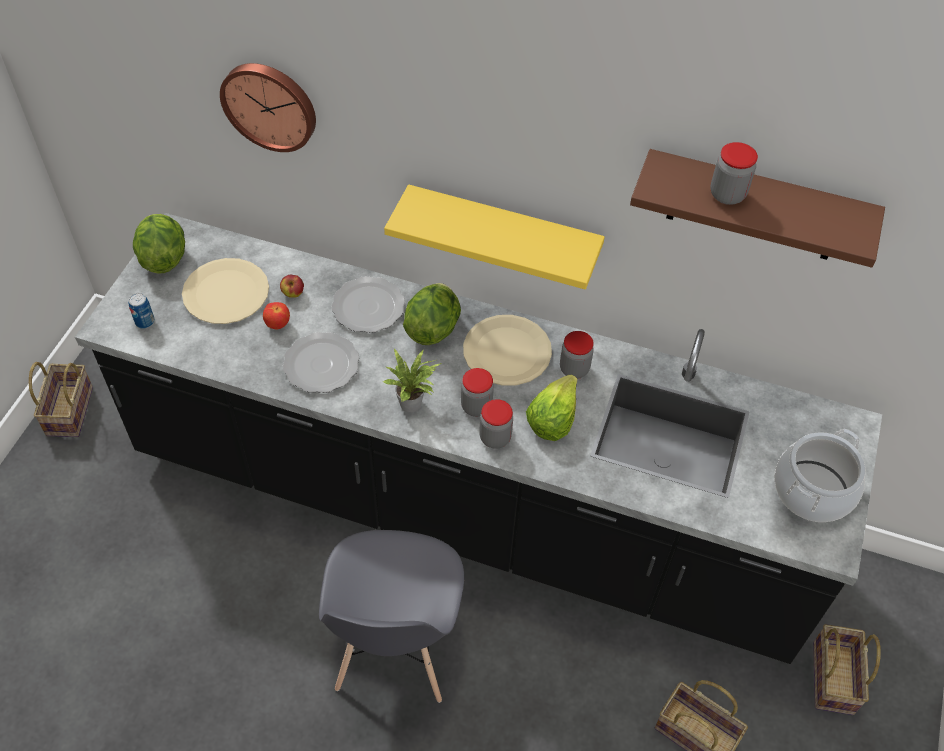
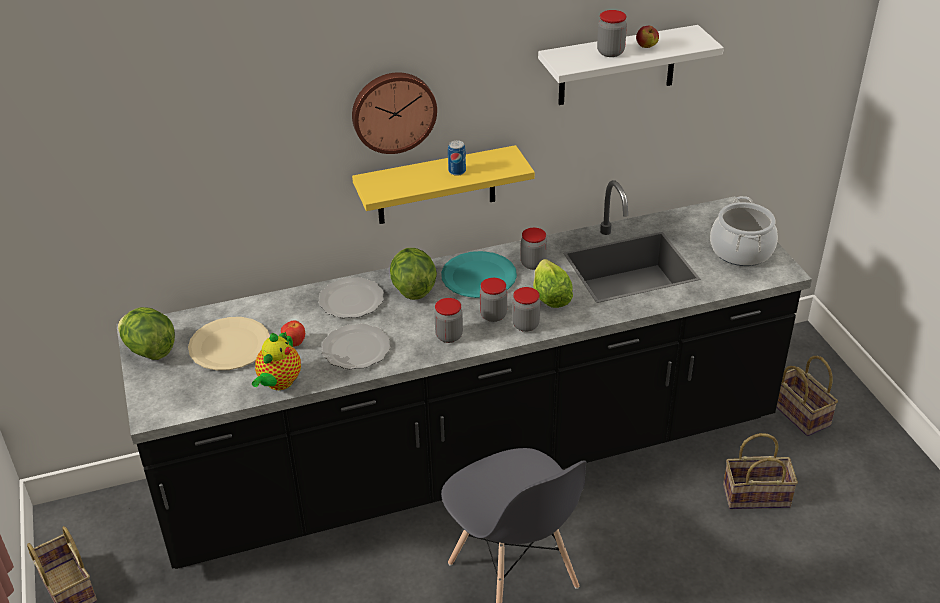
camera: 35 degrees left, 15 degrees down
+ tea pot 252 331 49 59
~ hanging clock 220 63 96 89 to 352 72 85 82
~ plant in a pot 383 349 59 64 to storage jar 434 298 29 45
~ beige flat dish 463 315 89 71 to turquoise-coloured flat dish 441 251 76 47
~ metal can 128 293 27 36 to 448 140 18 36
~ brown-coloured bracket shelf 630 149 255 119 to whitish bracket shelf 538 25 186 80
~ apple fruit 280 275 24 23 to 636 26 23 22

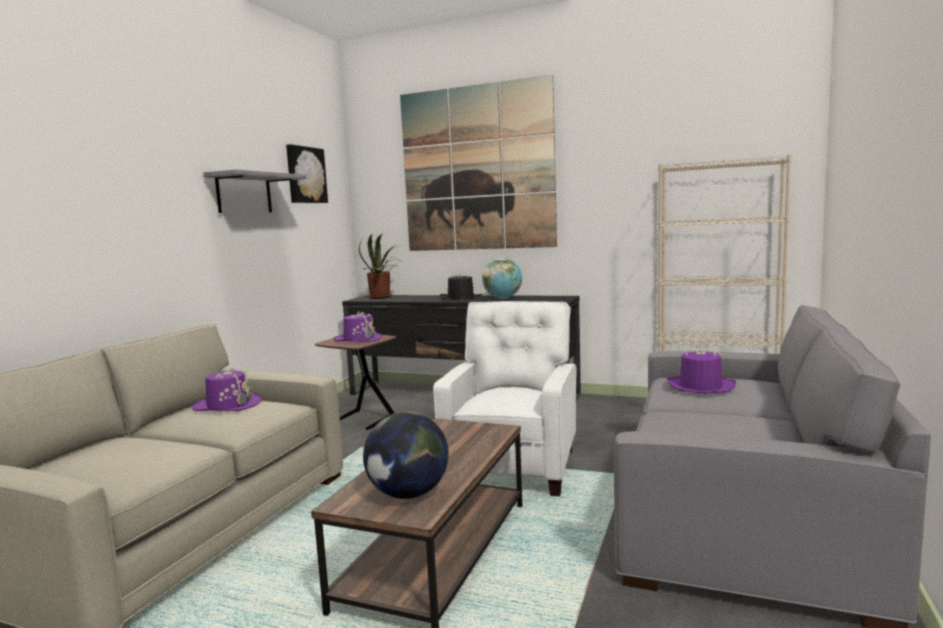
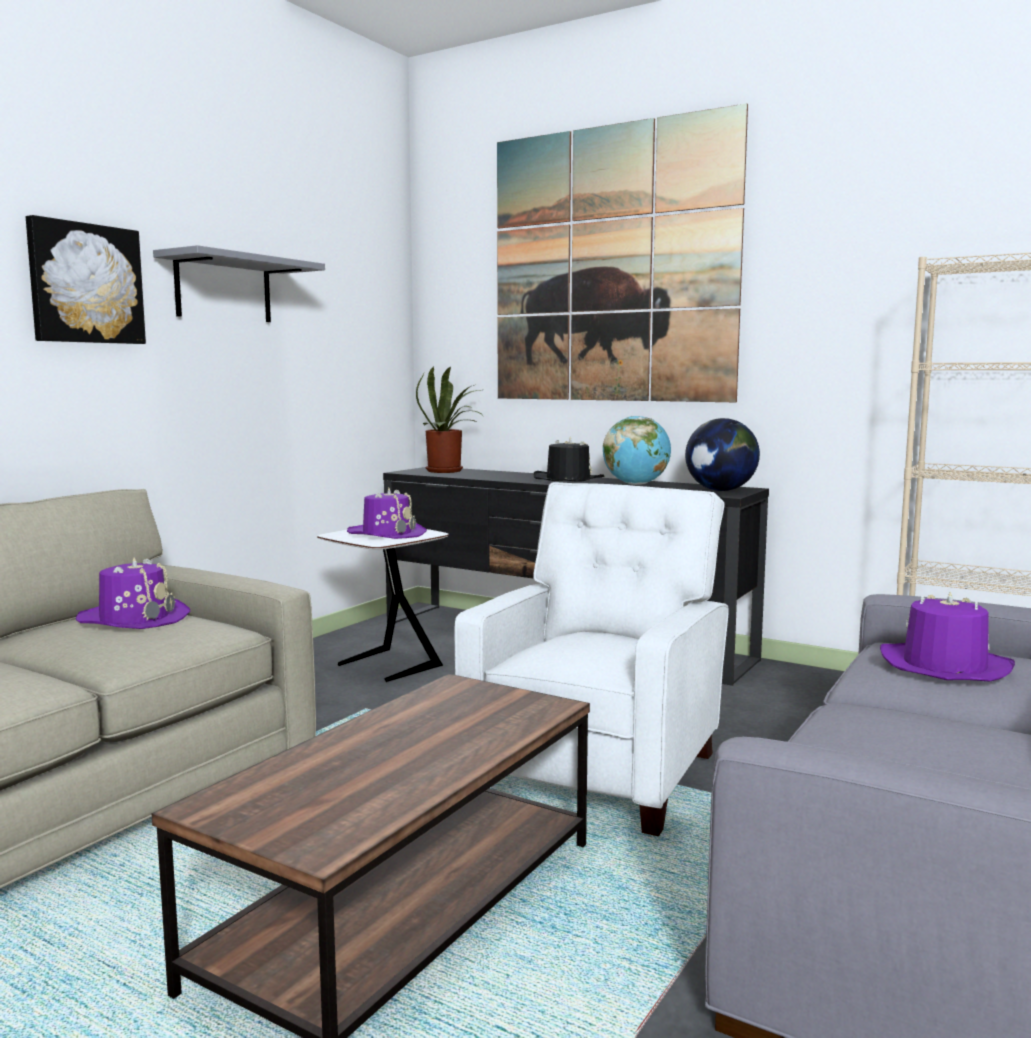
camera: 10 degrees right, 0 degrees up
~ wall picture 286 144 42 59 to 26 215 120 129
~ brown-coloured side table 315 335 81 95 to whitish side table 317 529 132 153
~ world globe 363 412 86 87 to 685 418 75 73

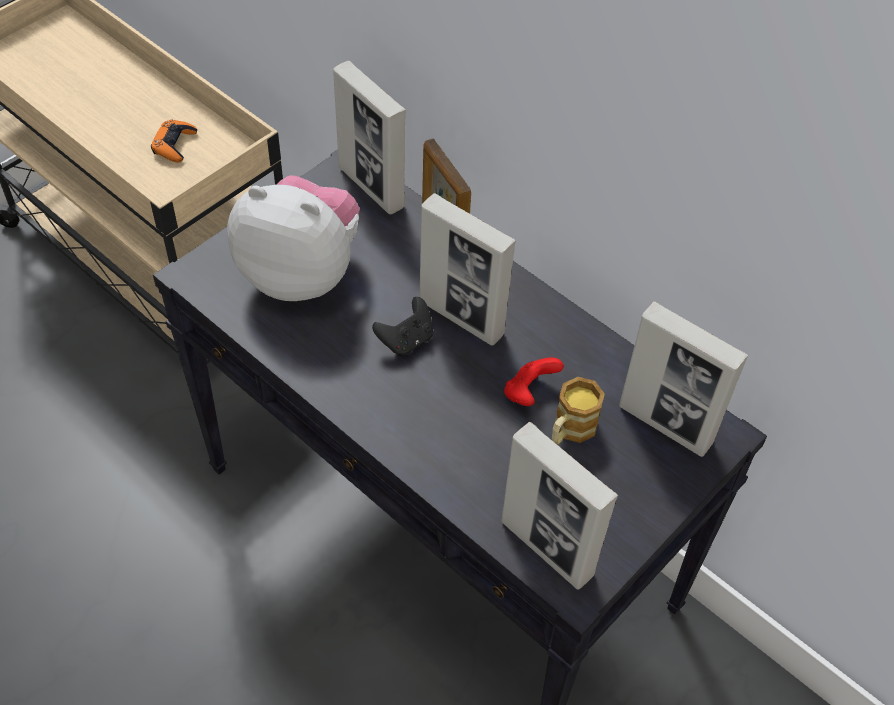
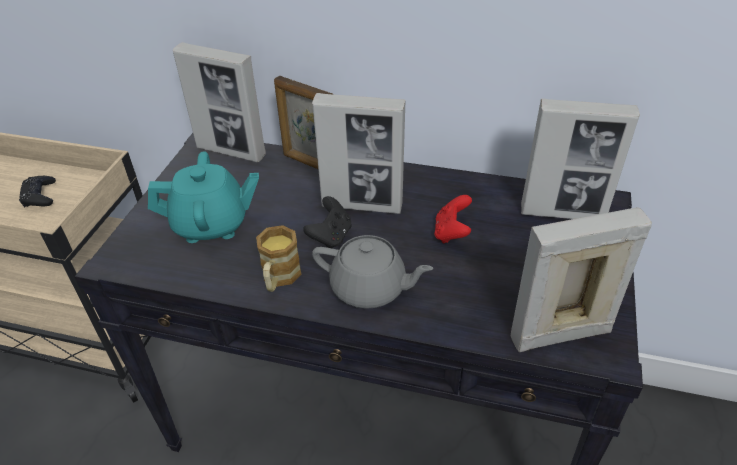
camera: 25 degrees left, 10 degrees down
~ orange joypad 151 119 46 43 to blackish joypad 19 176 37 31
~ soft toy 227 175 133 126 to turquoise-coloured tea pot 148 151 111 92
~ mug 552 377 53 68 to 256 225 46 67
+ gray tea pot 312 235 121 74
~ standing frame 501 422 117 168 = 511 207 141 145 150 degrees clockwise

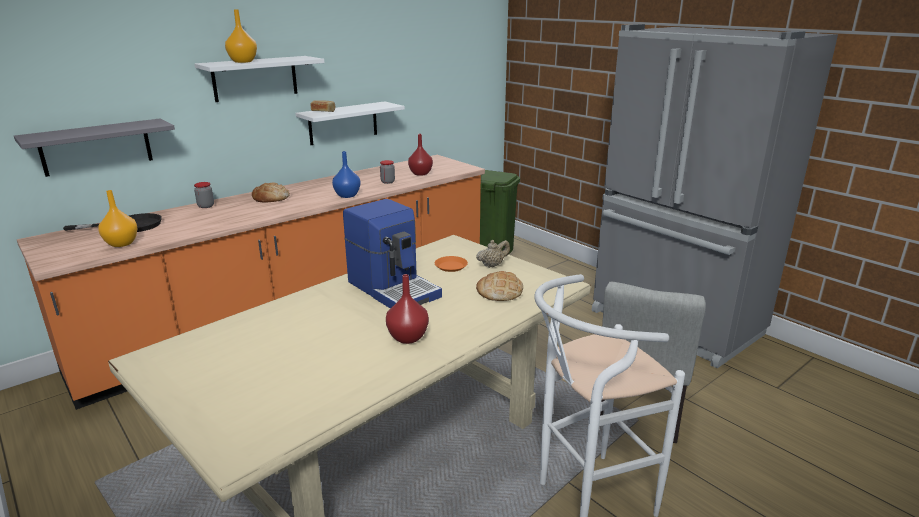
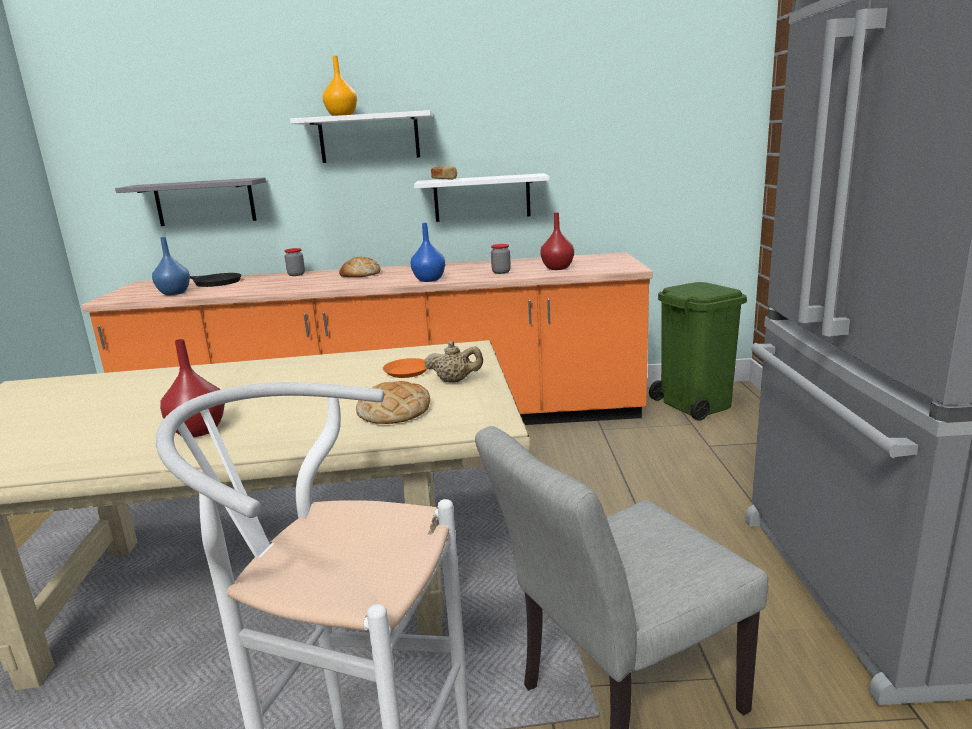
camera: 40 degrees right, 5 degrees down
~ orange flower vase 98 190 40 57 to bluish flower vase 152 237 38 58
- coffee brewer 343 199 99 109

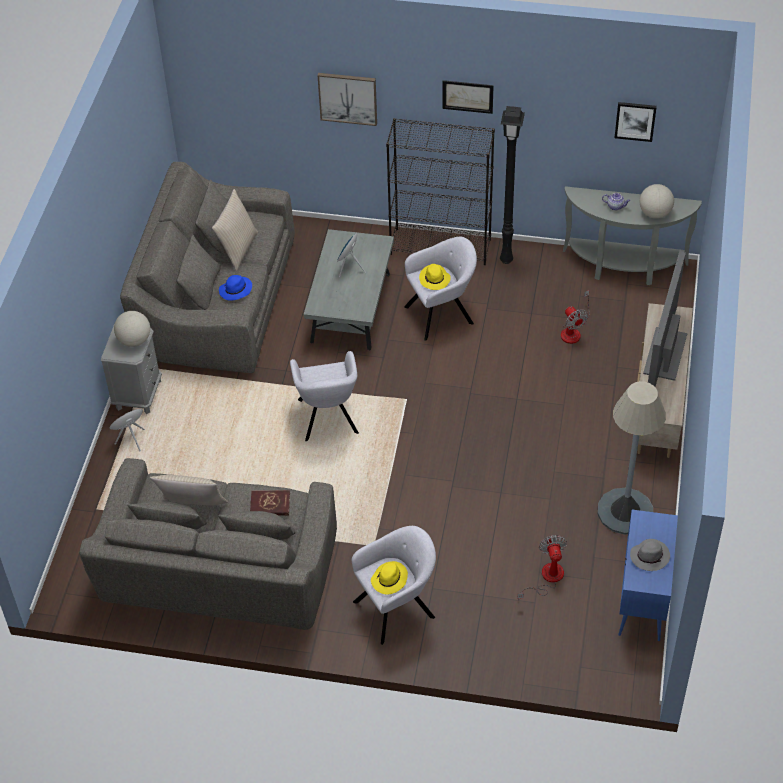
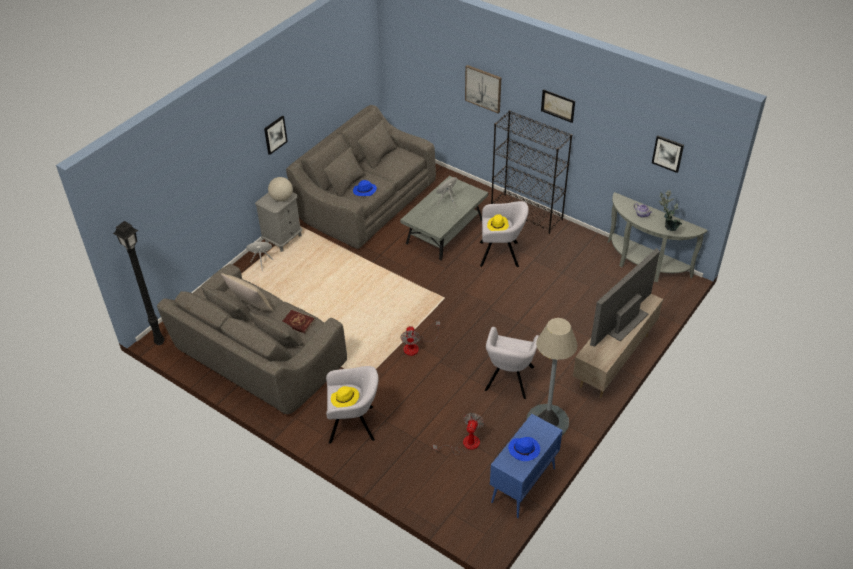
camera: 25 degrees right, 5 degrees down
~ blackish floor lamp 500 106 25 158 to 113 221 52 124
+ wall picture 264 116 24 39
~ fan 561 290 29 54 to 401 321 39 35
~ gray lounge chair 290 351 69 90 to 485 327 54 72
~ gray hat 630 539 40 32 to bluish hat 508 437 32 24
~ world globe 640 184 34 35 to plant in a pot 659 190 23 41
- beige cushion 212 189 46 82

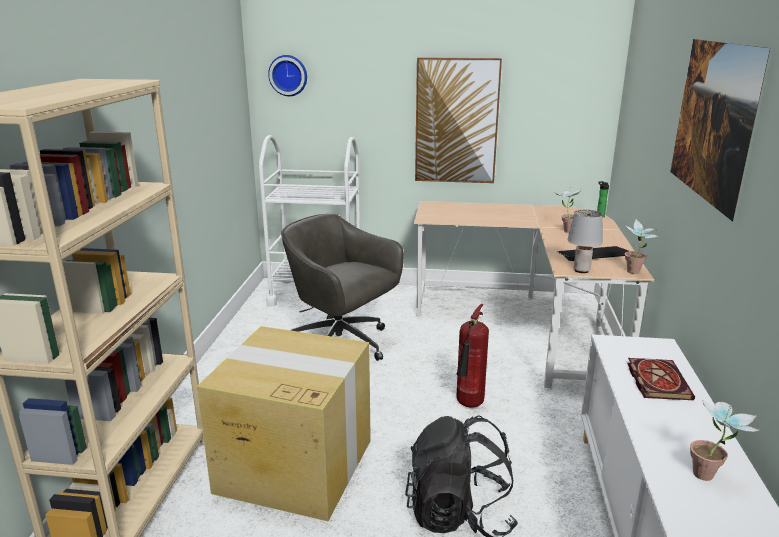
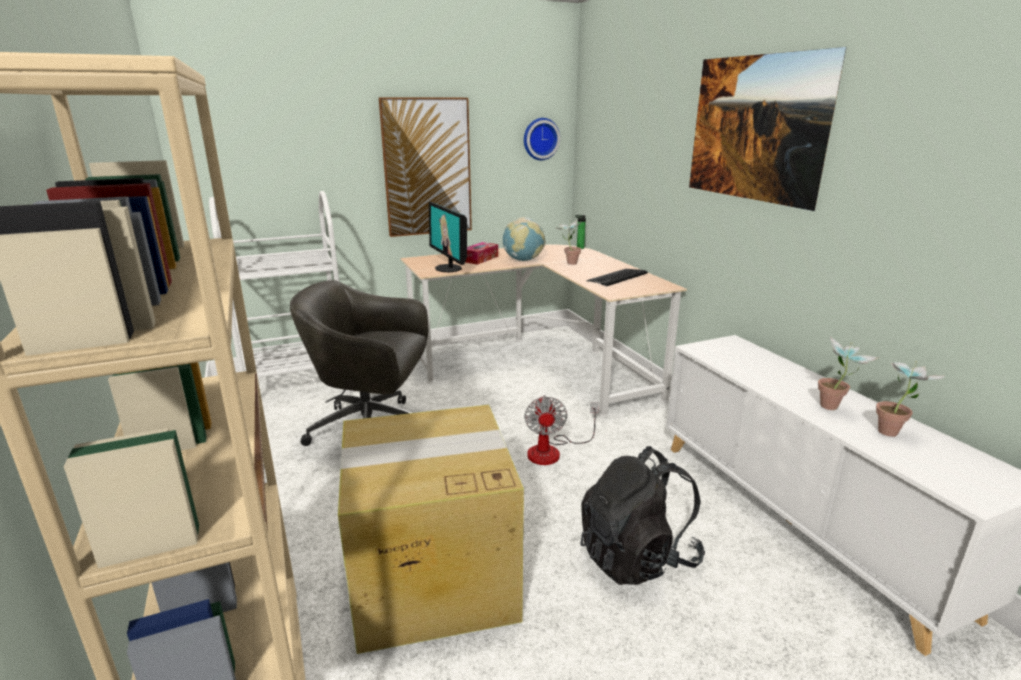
camera: 30 degrees left, 0 degrees up
+ monitor 429 202 38 70
+ tissue box 465 242 33 23
+ world globe 503 217 43 44
~ hanging clock 268 55 39 41 to 524 118 36 42
~ fire-fighting cylinder 456 304 33 104 to fan 524 395 75 70
~ plant in a pot 625 219 34 55 to 818 337 60 73
- gray table lamp 567 209 36 64
- bound book 627 358 68 42

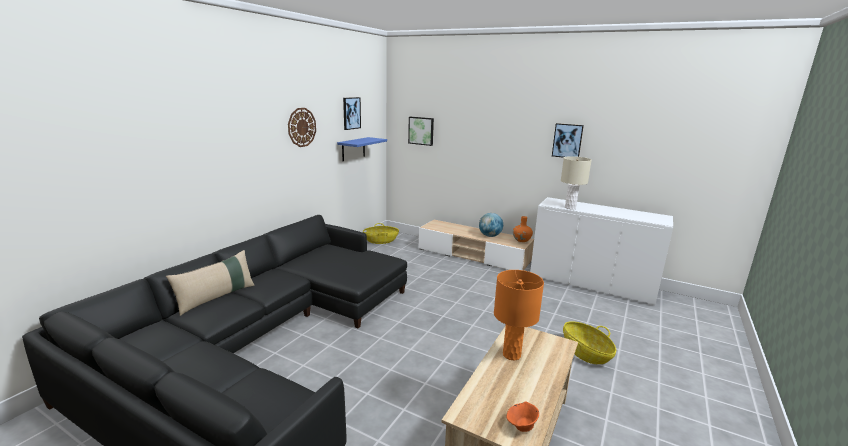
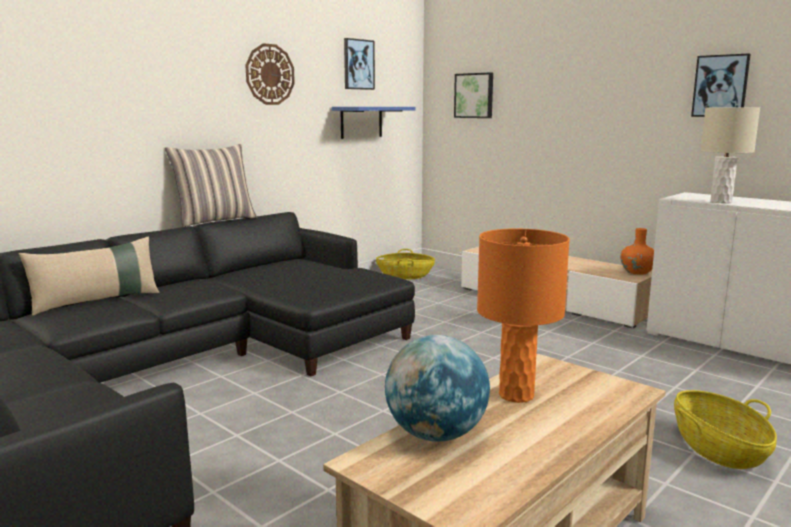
camera: 15 degrees right, 5 degrees down
+ cushion 165 144 92 83
~ world globe 479 213 24 24 to 385 335 105 107
- orange deep dish 506 401 33 31

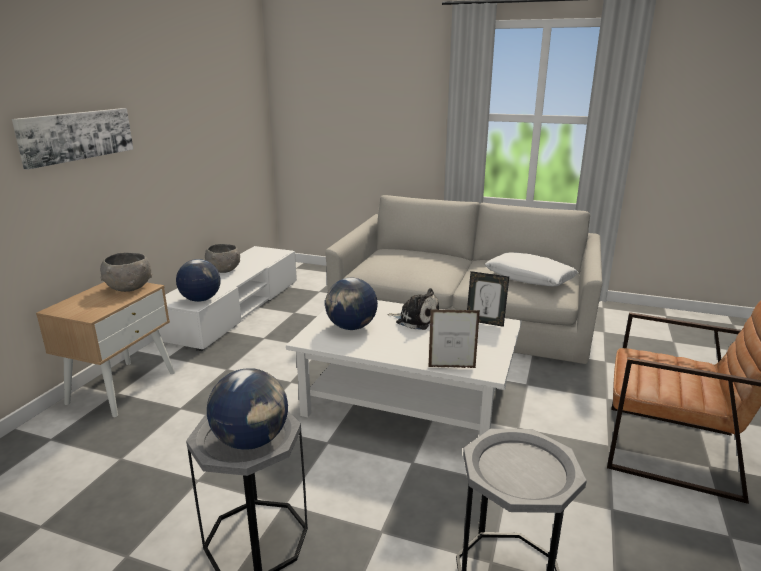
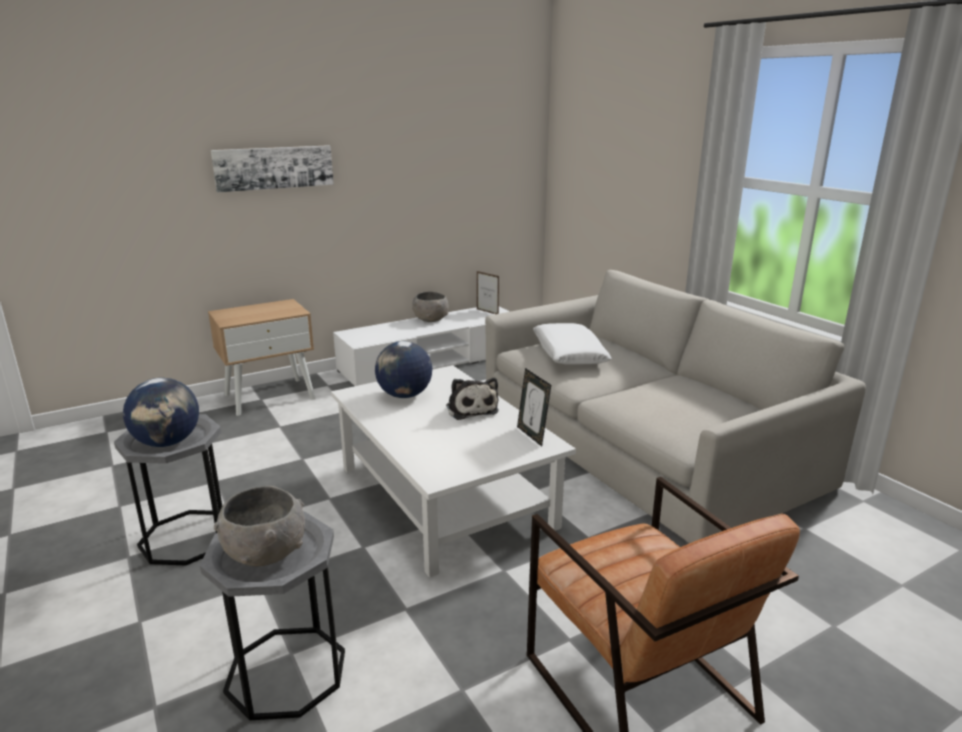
camera: 40 degrees right, 0 degrees up
~ gray deep dish 100 252 52 40 to 214 486 91 81
~ standing frame 429 309 51 59 to 477 271 22 43
~ whitish cushion 485 252 94 34 to 533 323 79 42
- world globe 176 259 45 43

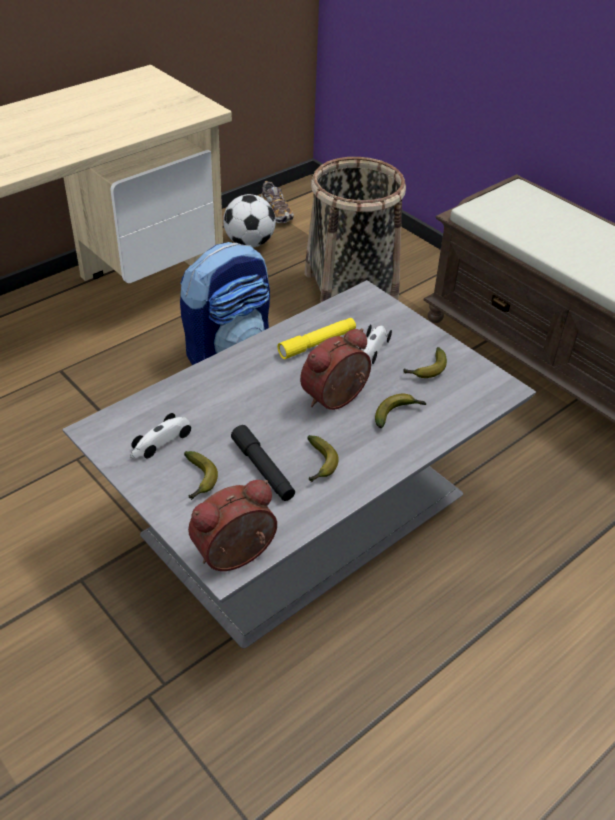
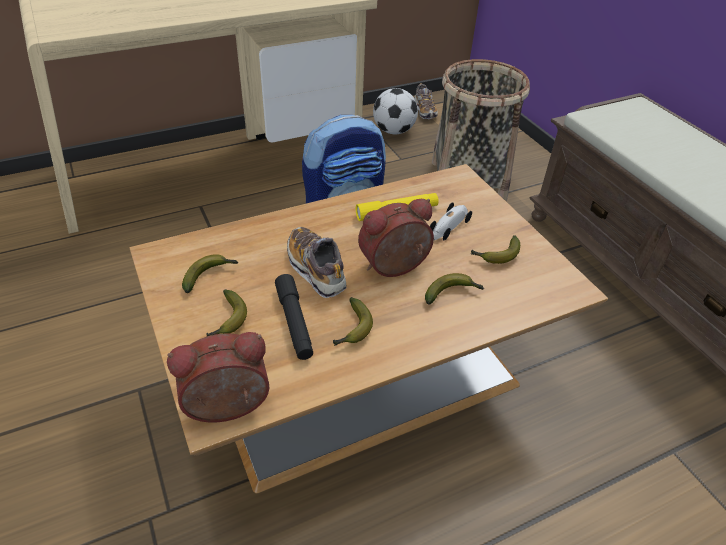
camera: 15 degrees right, 0 degrees up
~ gray lounge table 62 280 474 369 to brown-coloured lounge table 130 164 478 329
~ model car 130 413 61 46 to banana 182 254 56 39
+ shoe 287 227 59 71

